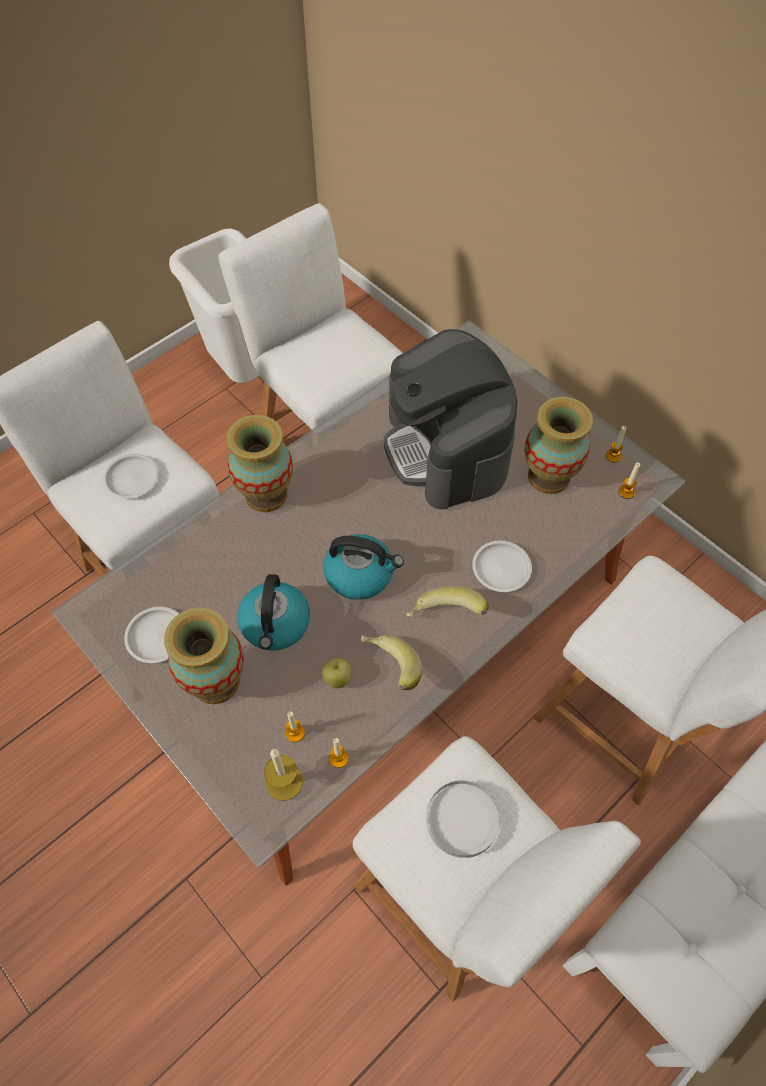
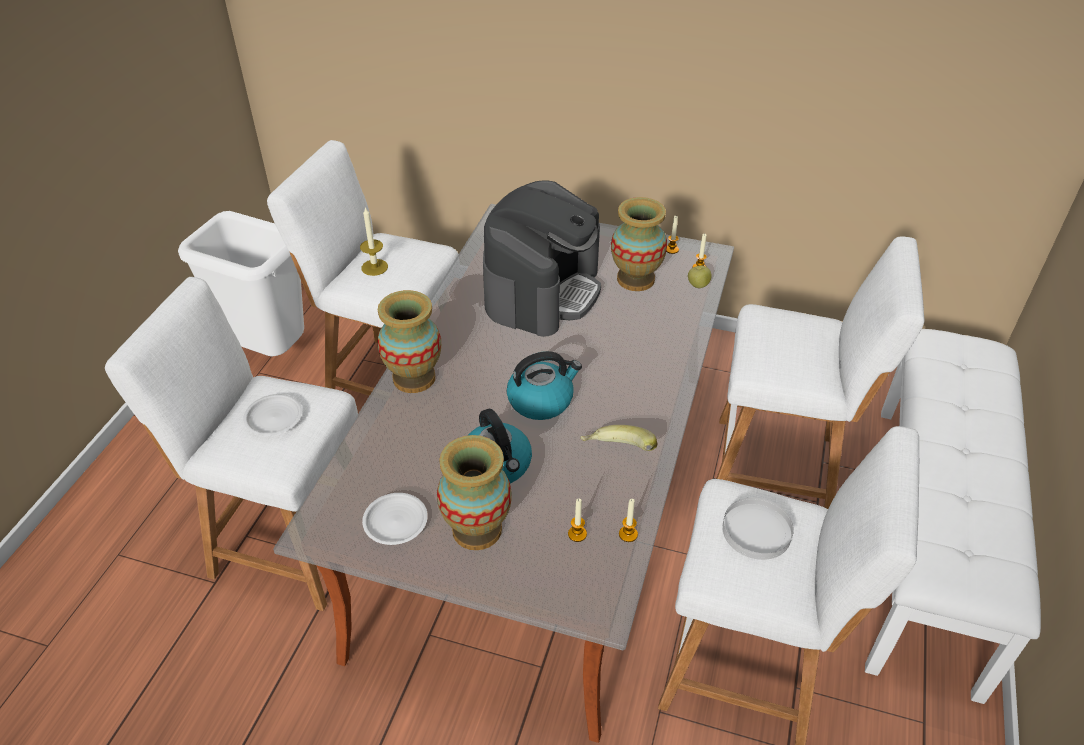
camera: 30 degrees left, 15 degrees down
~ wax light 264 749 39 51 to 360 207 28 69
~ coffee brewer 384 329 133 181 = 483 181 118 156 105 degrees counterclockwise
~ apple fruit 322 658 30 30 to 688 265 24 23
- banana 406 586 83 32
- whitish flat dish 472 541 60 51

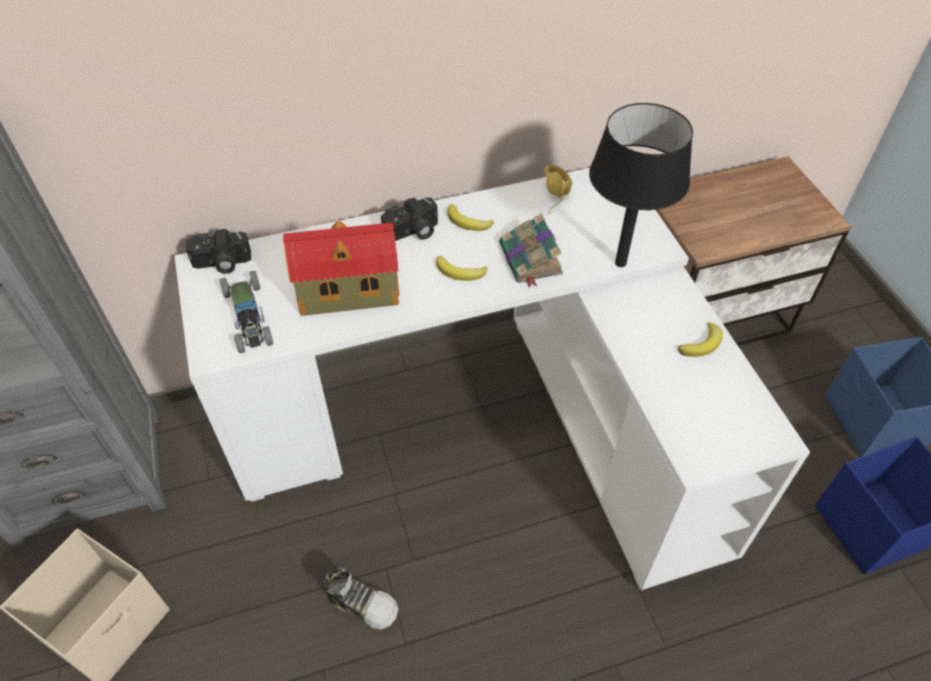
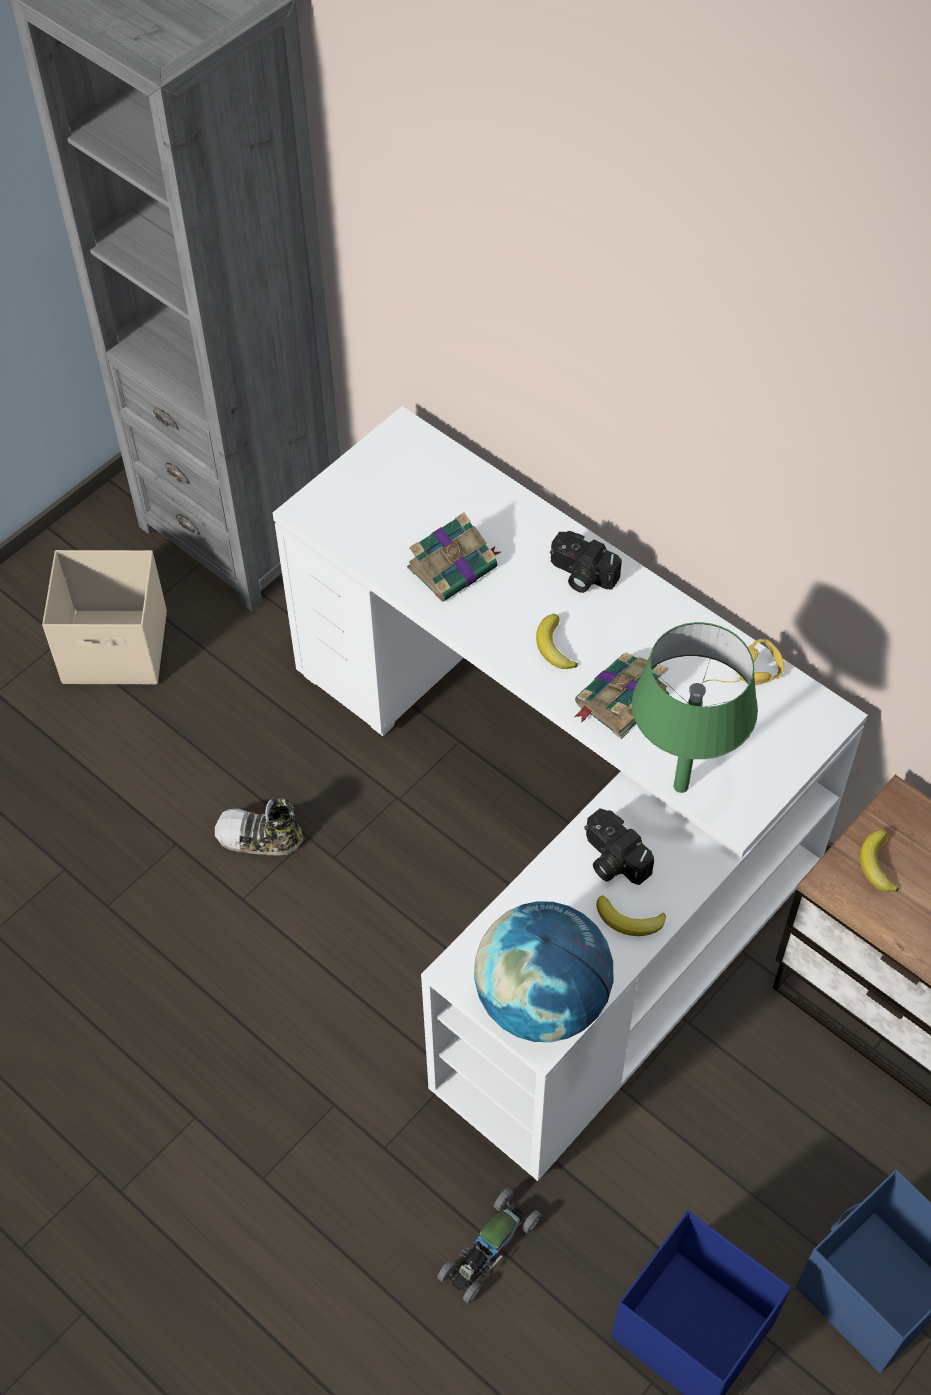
camera: 60 degrees right, 5 degrees up
~ shoe 323 568 75 62 = 215 798 88 58 105 degrees clockwise
~ toy house 283 221 117 95 to bound book 407 512 93 89
~ model car 220 271 53 82 to 437 1188 105 115
+ world globe 474 901 139 141
~ photo camera 186 229 65 45 to 584 808 70 77
~ blackish table lamp 589 103 104 164 to green table lamp 632 622 126 171
~ banana 447 204 47 27 to 860 829 39 63

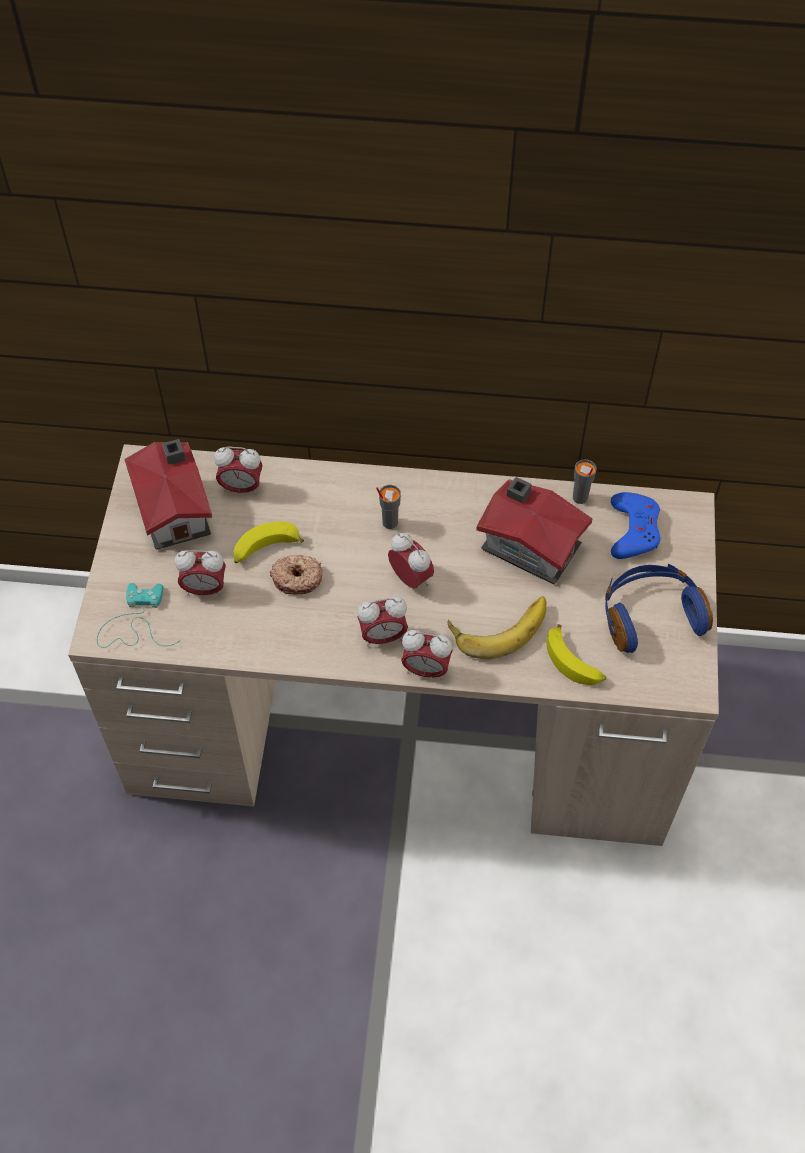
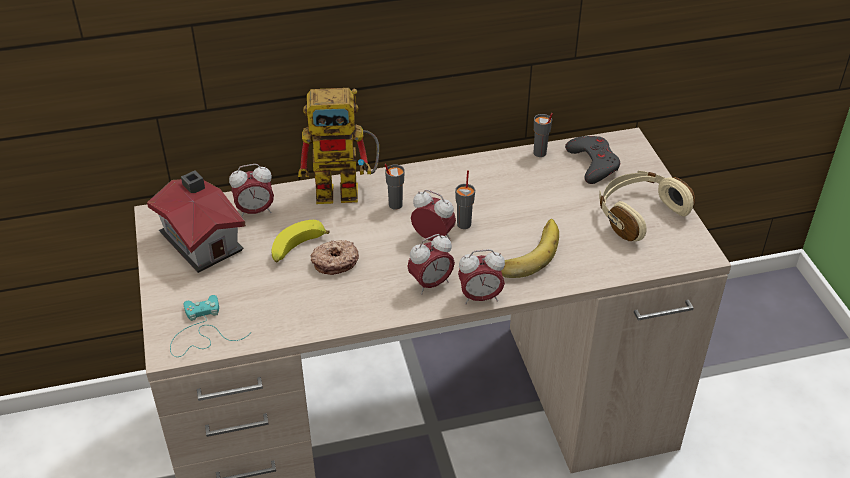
camera: 20 degrees left, 15 degrees down
+ model robot 298 88 81 116
+ gray small cup 455 170 20 59
~ bluish joypad 611 492 50 67 to gray joypad 565 136 55 48
~ bluish headphones 605 564 108 89 to beige headphones 599 171 96 70
- alarm clock 175 550 51 46
- toy house 476 477 116 108
- banana 547 624 60 61

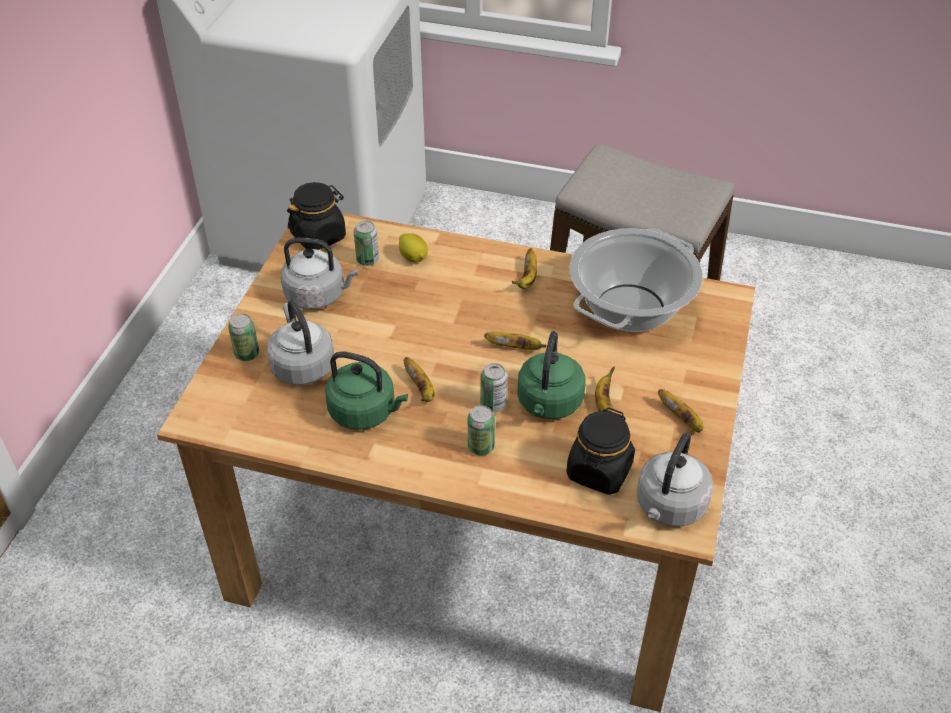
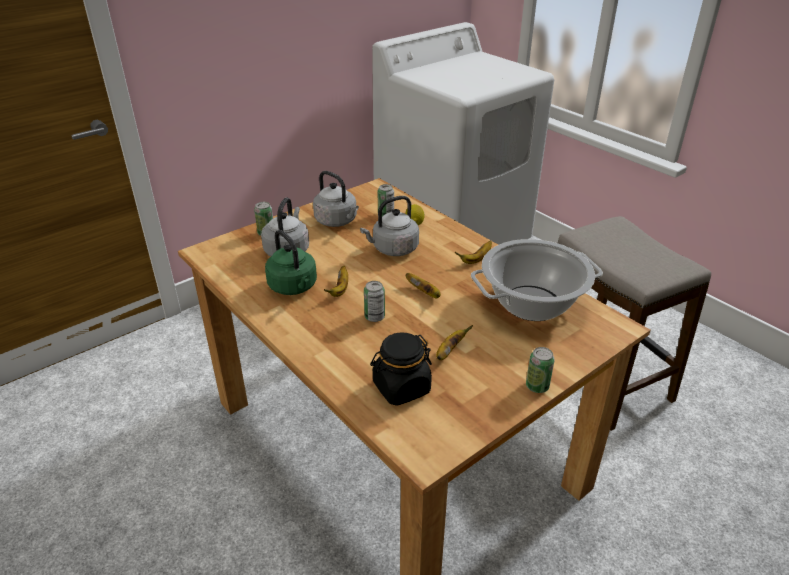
camera: 35 degrees right, 10 degrees down
~ gray kettle 637 433 77 93 to 360 196 59 60
~ metal can 468 405 27 51 to 526 347 29 46
- blackish storage jar 287 182 59 68
- green kettle 517 331 68 88
- banana 658 389 46 43

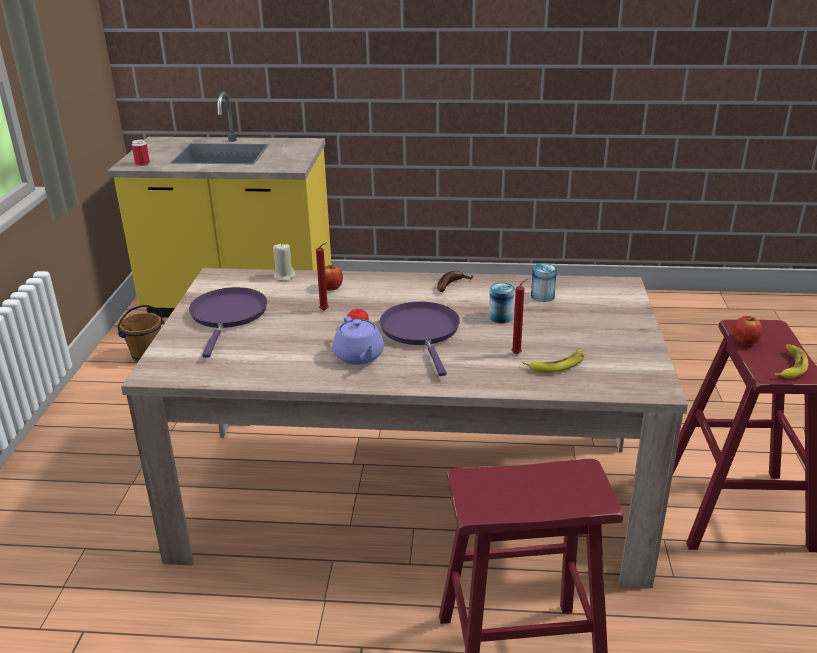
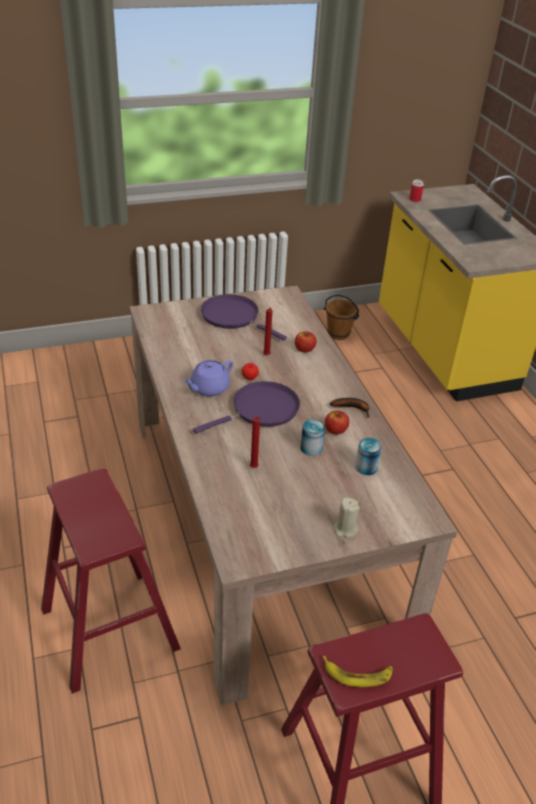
camera: 65 degrees right, 10 degrees up
~ purple pan 189 287 78 71 = 201 294 86 47 120 degrees counterclockwise
~ apple fruit 734 316 28 28 to 325 411 24 23
~ beige wax light 273 243 22 39 to 333 497 26 41
- banana 522 348 63 25

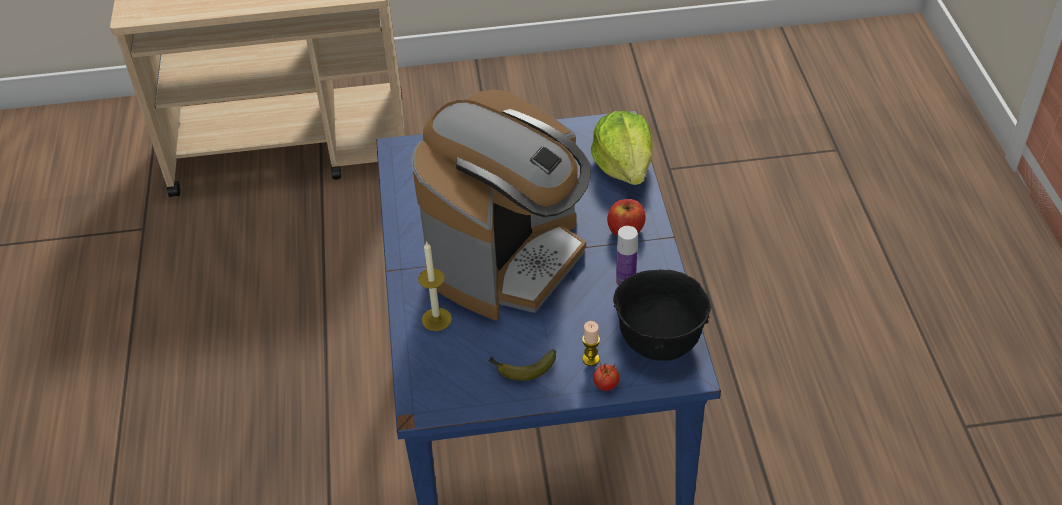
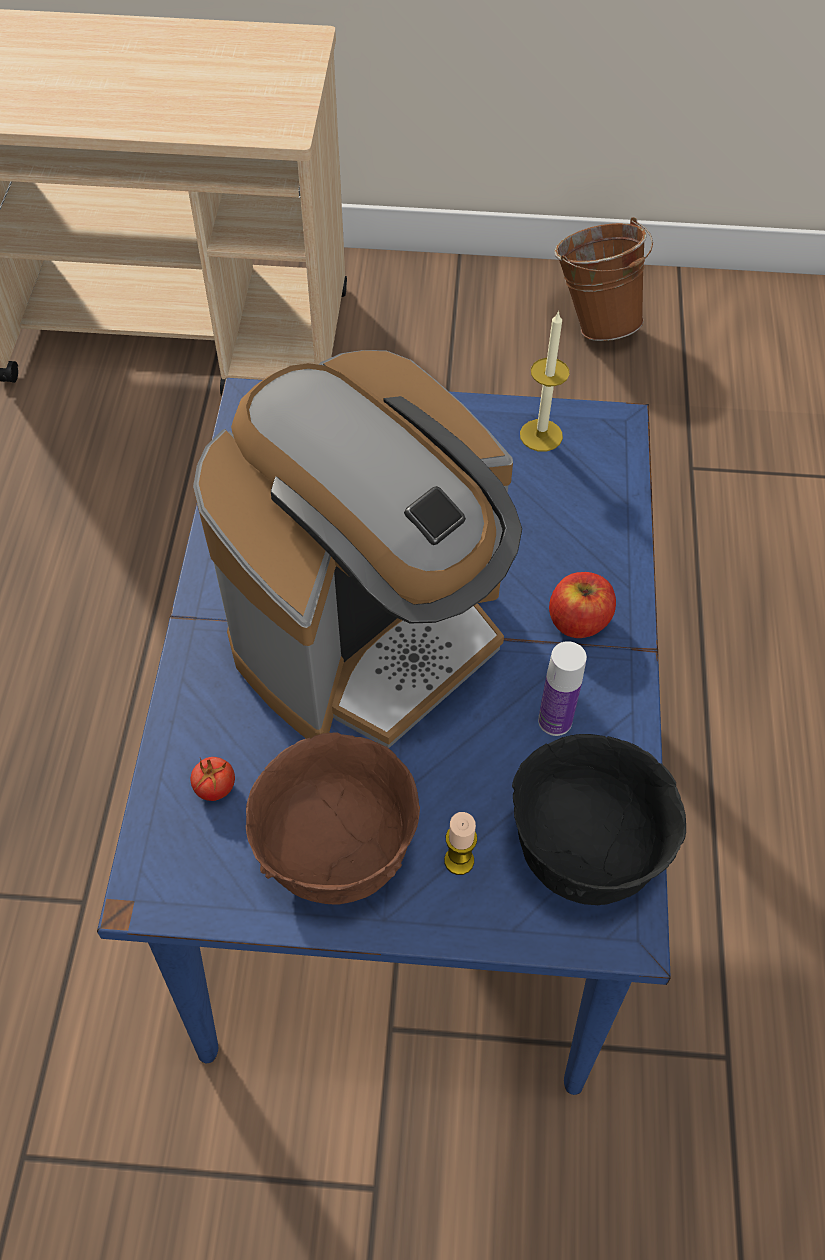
camera: 10 degrees right, 10 degrees up
~ tomato 593 363 27 28 to 191 757 44 44
~ banana 488 349 68 32 to brown-coloured deep dish 246 733 174 172
~ wax light 418 241 34 90 to 520 310 49 142
+ brown-coloured water bucket 554 217 99 124
- head of lettuce 591 111 62 74

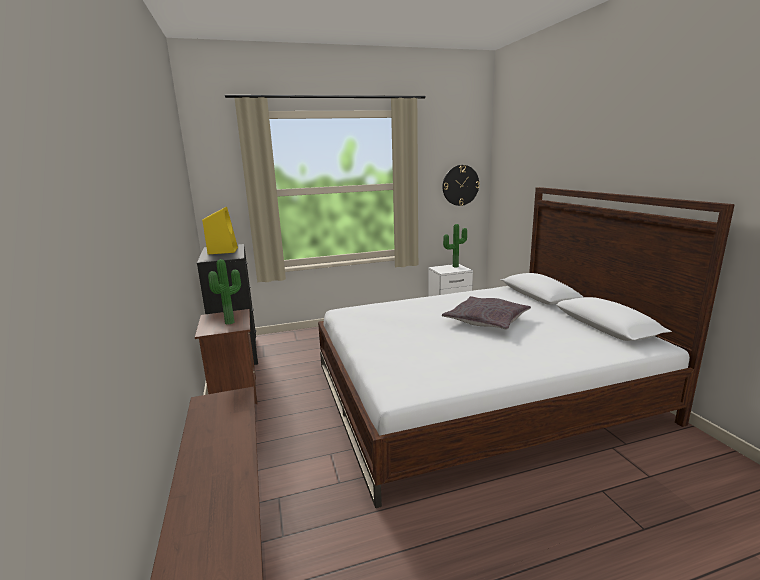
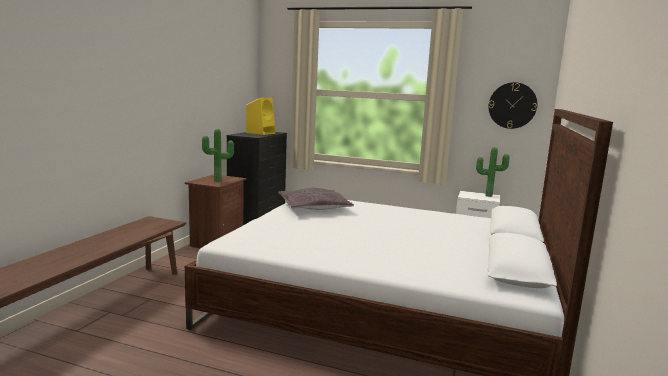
camera: 35 degrees right, 5 degrees down
~ gray cushion 442 296 89 34 to 278 188 76 22

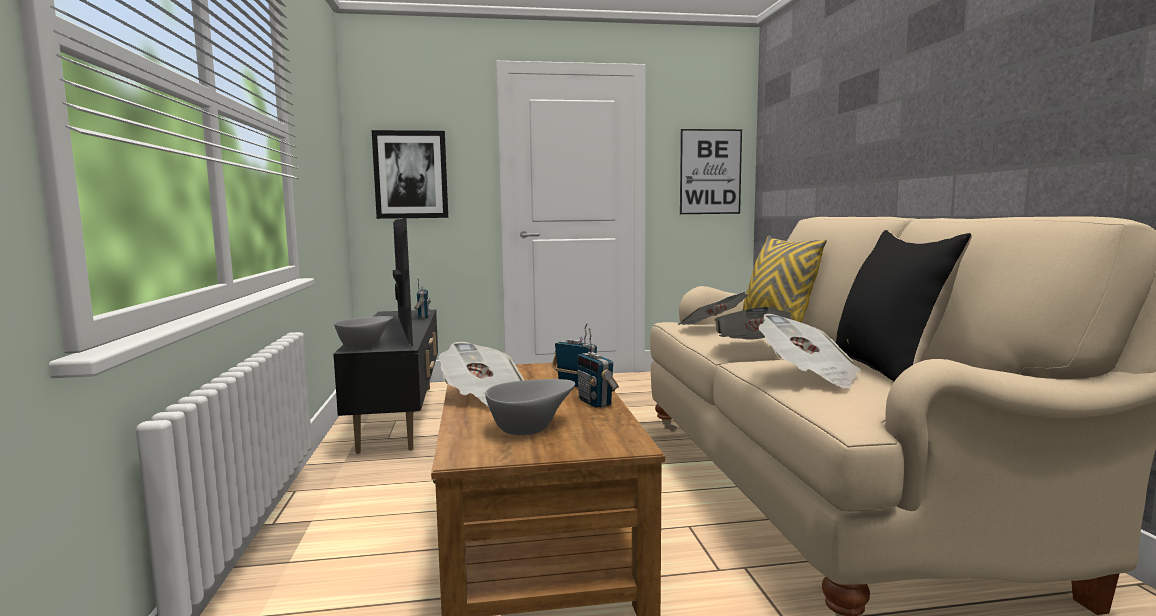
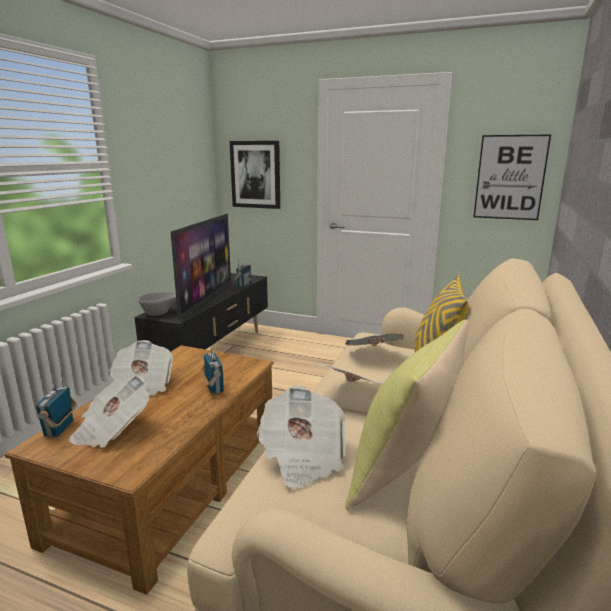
camera: 30 degrees right, 10 degrees up
~ radio receiver 577 328 42 80 to 36 369 41 68
~ gray deep dish 486 379 89 56 to daily paper 69 375 80 73
~ blackish cushion 836 230 136 151 to yellow-coloured cushion 345 320 124 190

